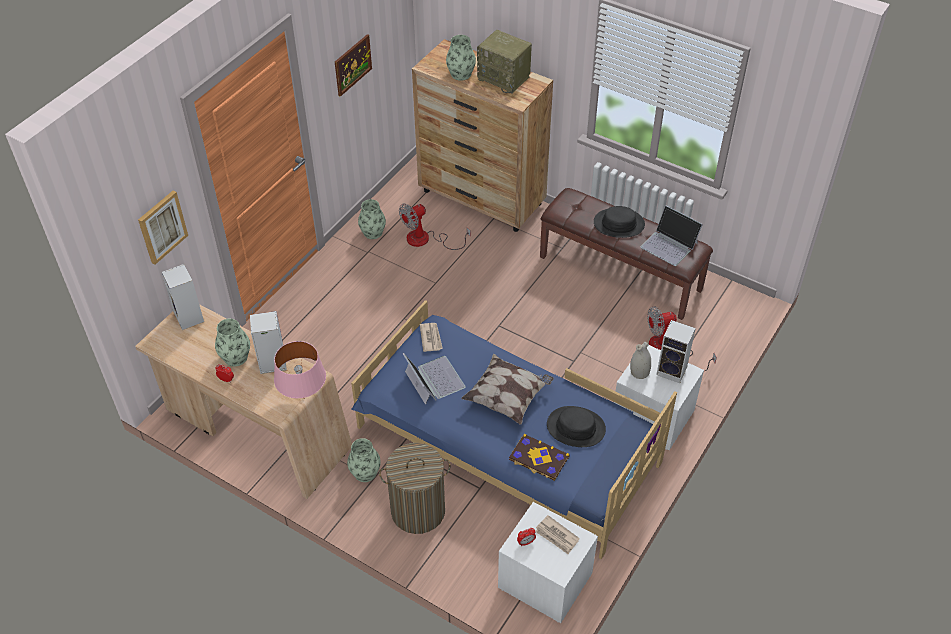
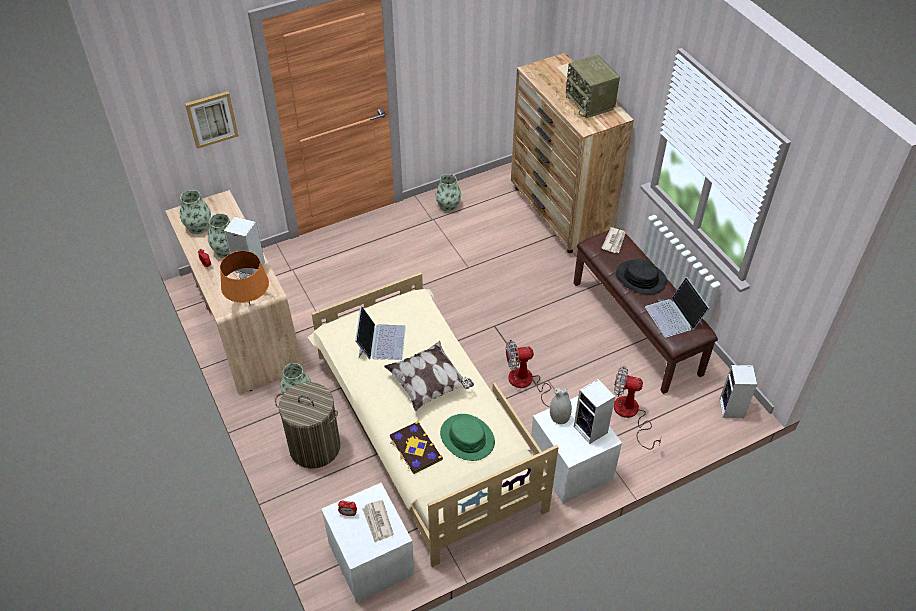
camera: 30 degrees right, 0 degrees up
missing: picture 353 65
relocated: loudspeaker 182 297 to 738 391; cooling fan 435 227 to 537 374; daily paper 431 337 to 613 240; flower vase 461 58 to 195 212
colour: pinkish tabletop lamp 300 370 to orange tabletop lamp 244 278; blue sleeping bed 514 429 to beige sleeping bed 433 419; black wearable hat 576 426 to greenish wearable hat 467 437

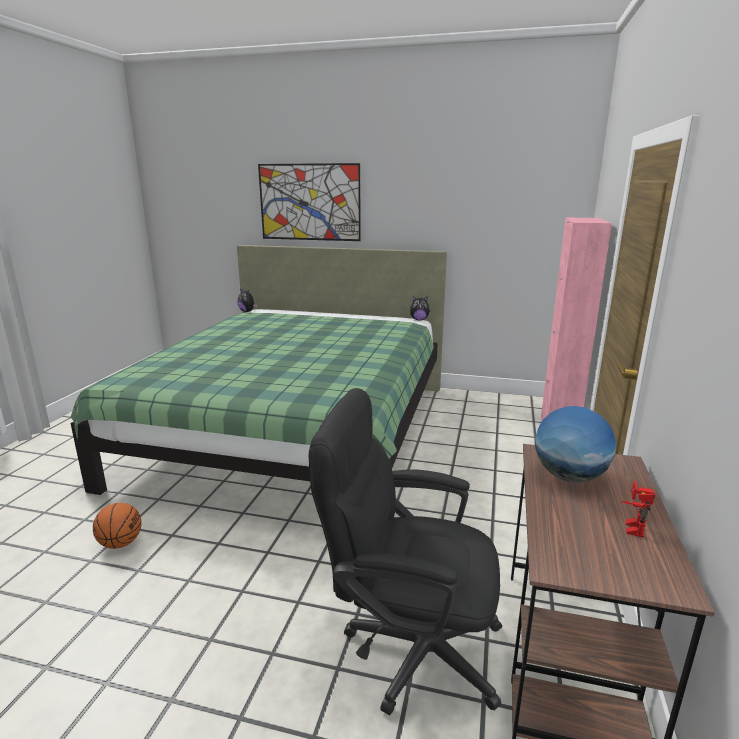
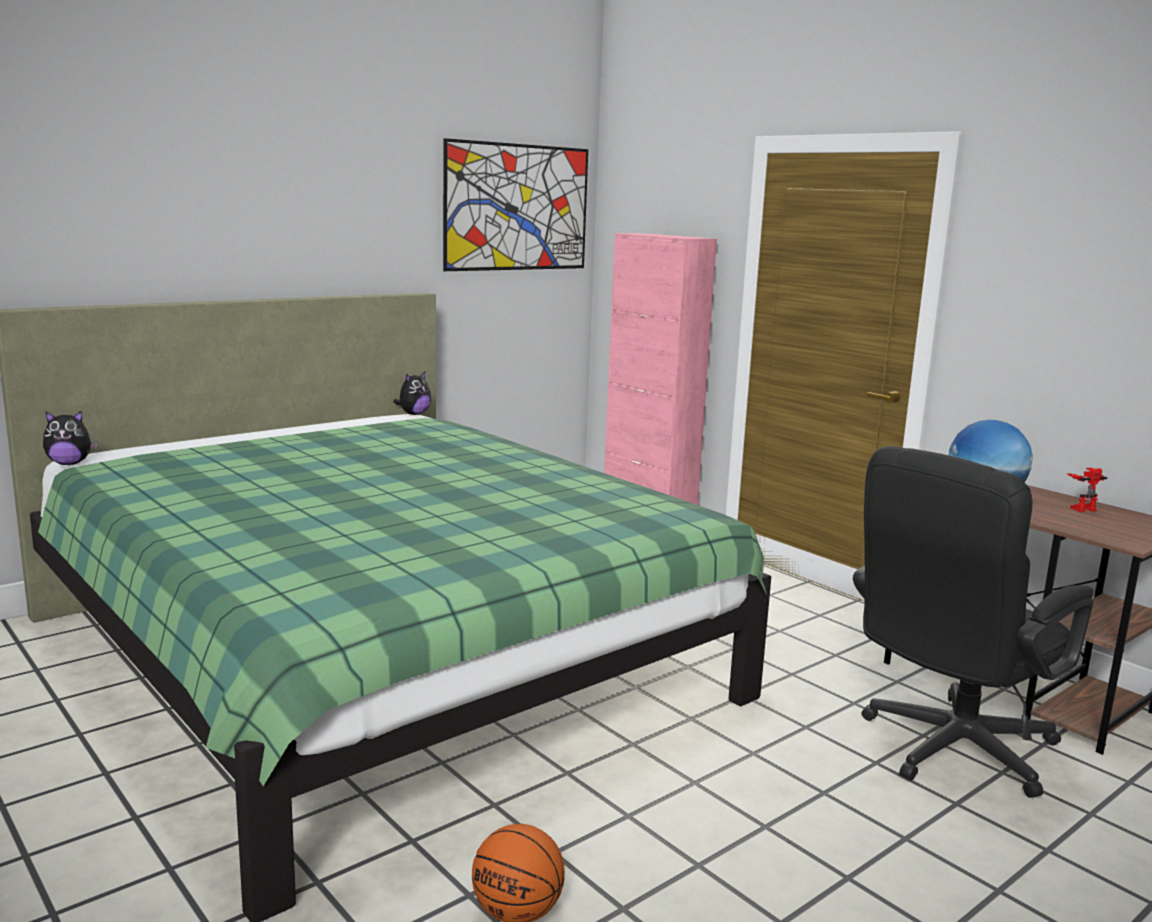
camera: 55 degrees left, 5 degrees down
relocated: picture 309 202 to 515 204
spun: toy robot 638 509 = 1087 490 105 degrees clockwise

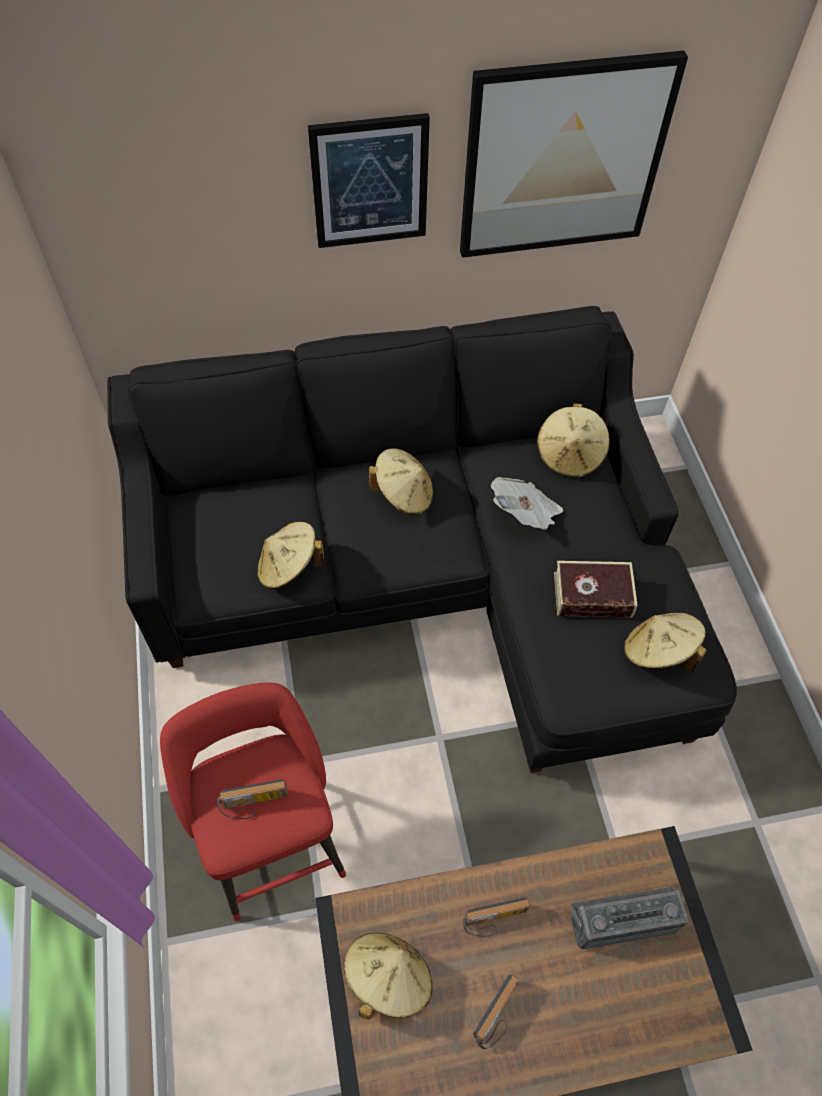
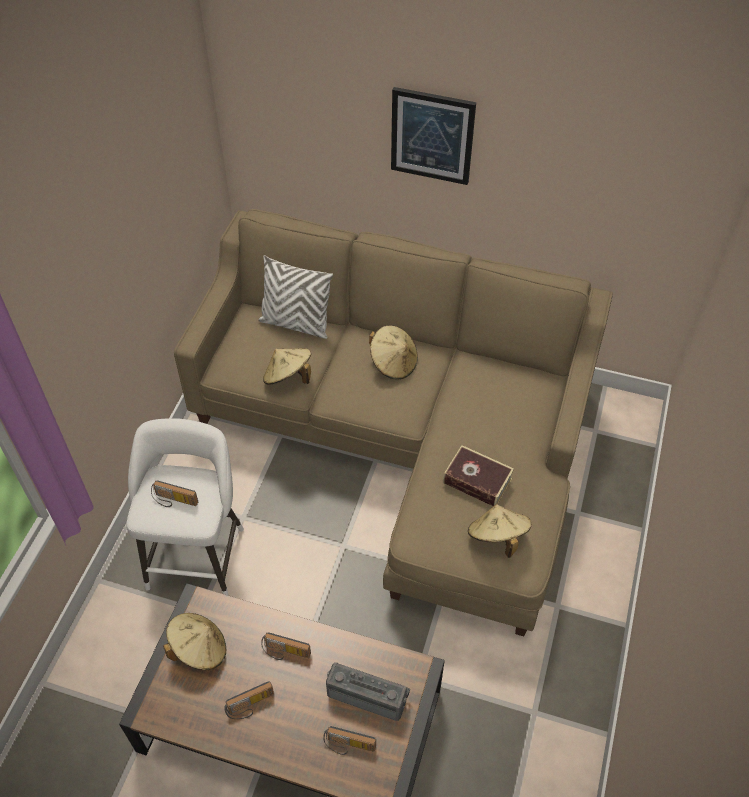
camera: 30 degrees right, 5 degrees down
missing: picture 574 154; daily paper 527 503; beige wearable hat 573 440
appeared: whitish throw pillow 295 297; radio receiver 349 740
colour: black sofa 422 539 to beige sofa 393 422; red-coloured sitting stool 253 802 to whitish sitting stool 185 507

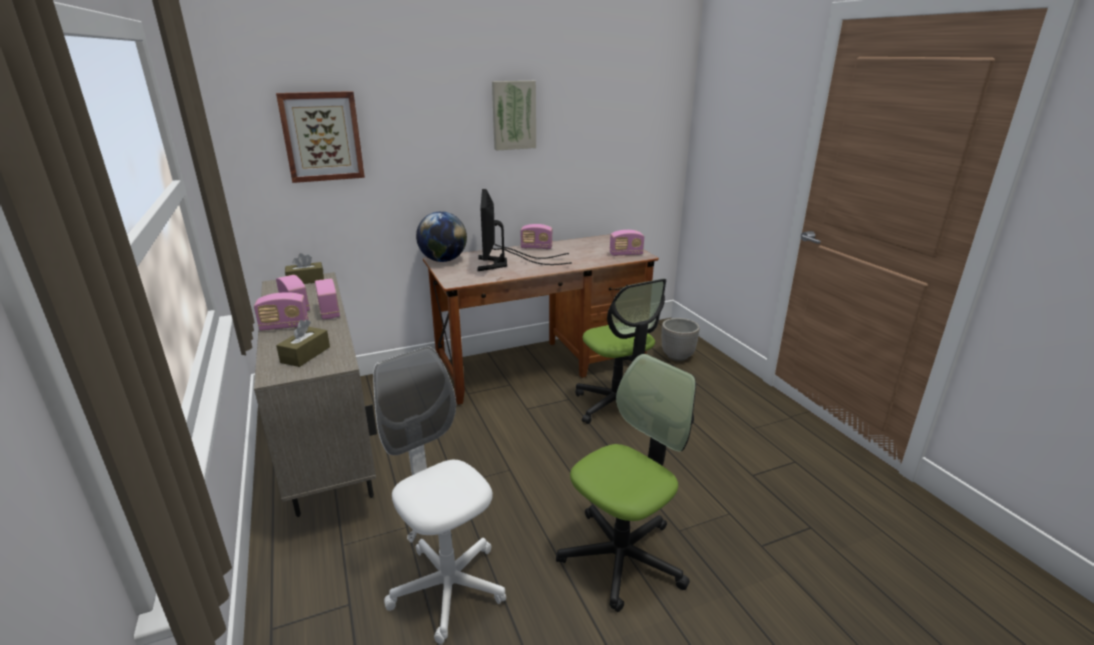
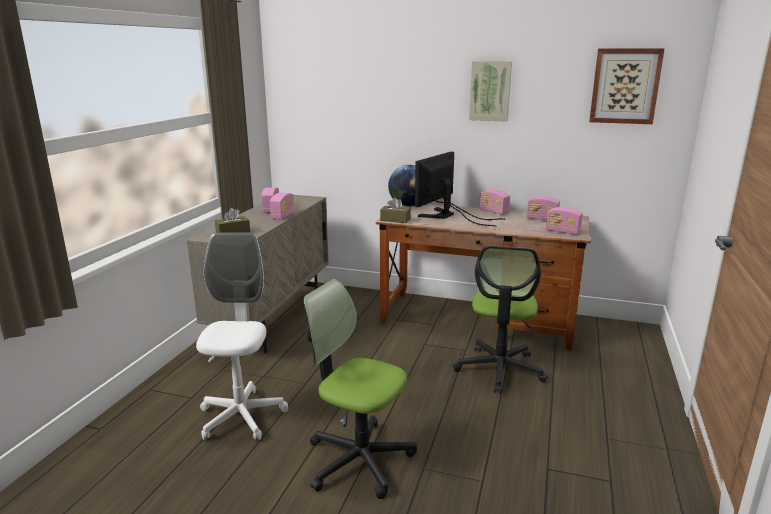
camera: 40 degrees right, 5 degrees down
missing: planter 681 339
relocated: radio receiver 281 311 to 543 208; picture 320 137 to 627 86; brown box of tissues 304 268 to 395 210
spun: office chair 626 483 = 360 389 150 degrees counterclockwise

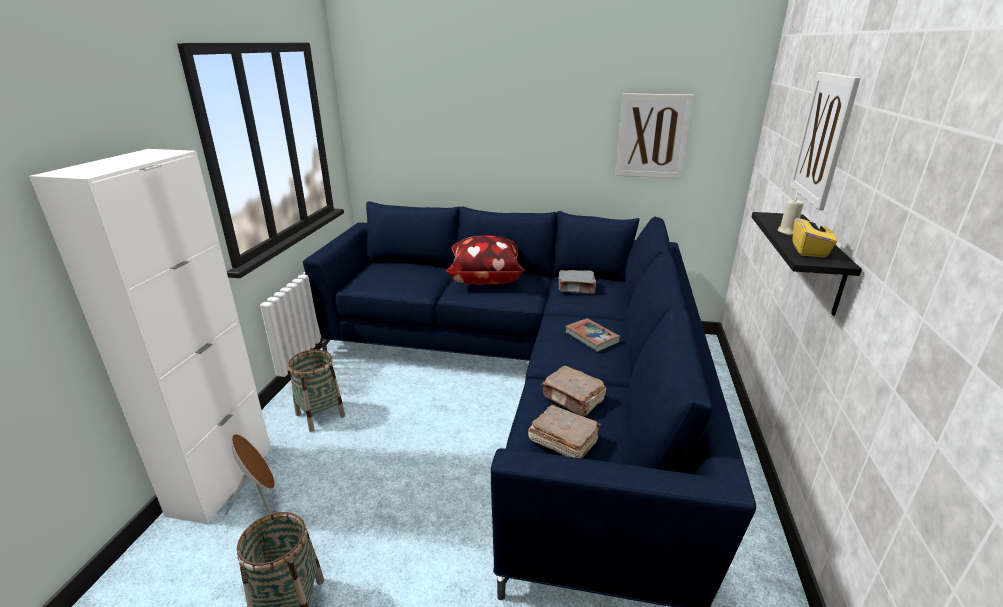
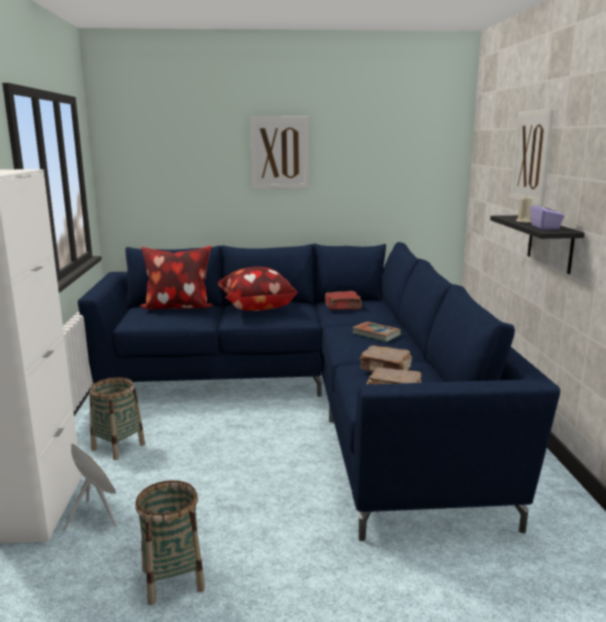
camera: 15 degrees left, 10 degrees down
appeared: throw pillow 176 277
relocated: picture 654 135 to 279 153
colour: greyish bound book 577 282 to red-coloured bound book 343 300; yellowish box of tissues 815 235 to purplish box of tissues 547 214

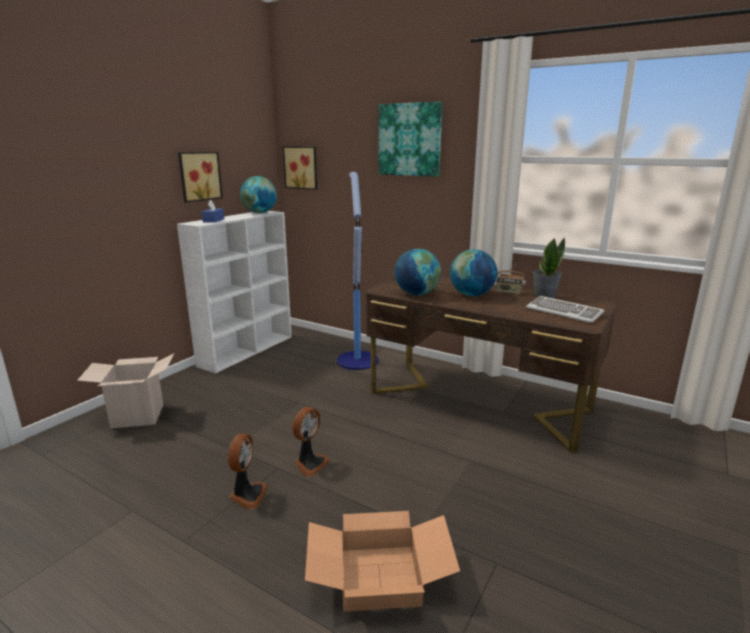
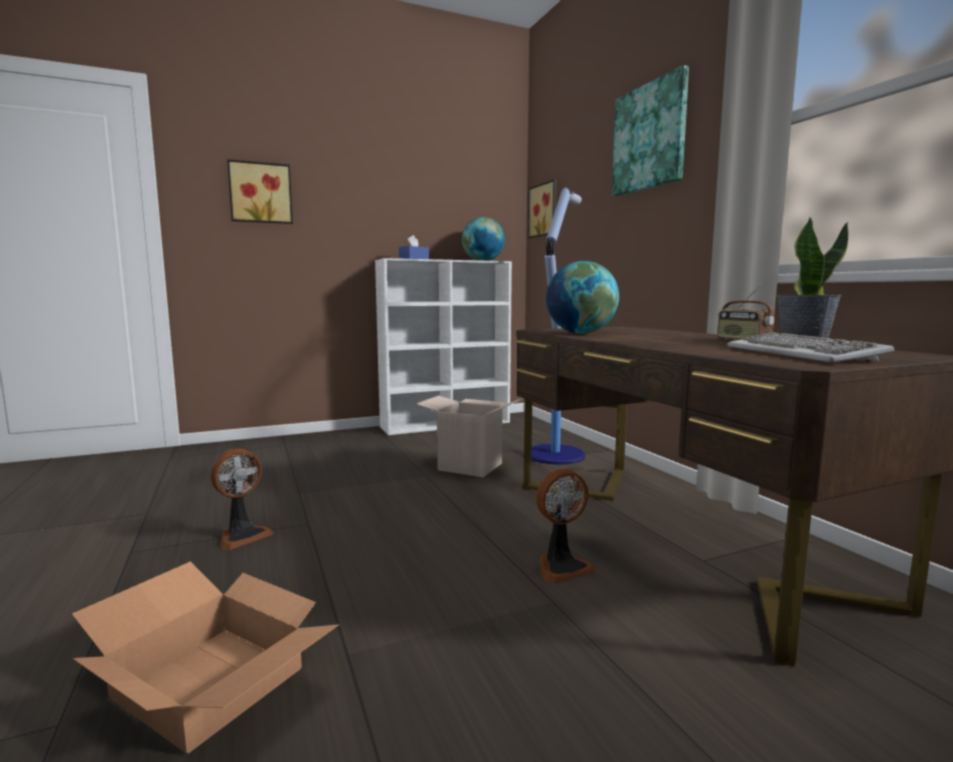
camera: 35 degrees right, 10 degrees down
missing: world globe 474 272
relocated: cardboard box 125 391 to 469 436; picture 200 177 to 260 191; cooling fan 311 441 to 566 526

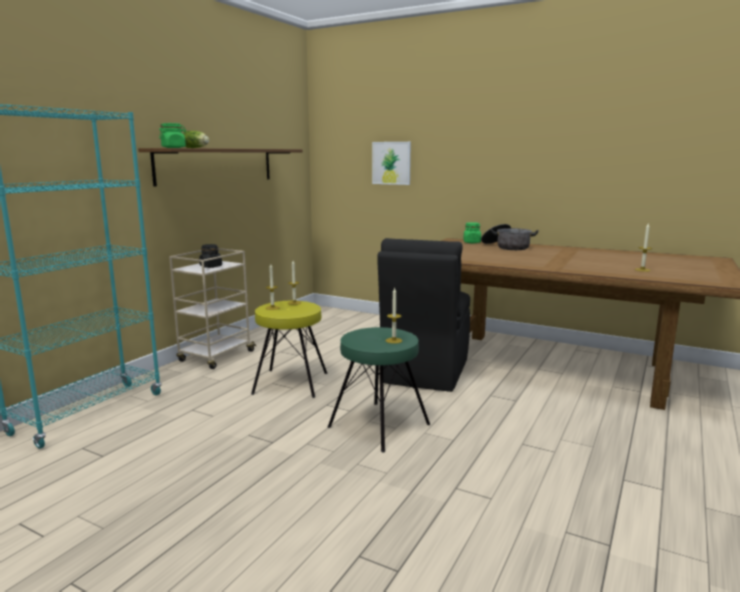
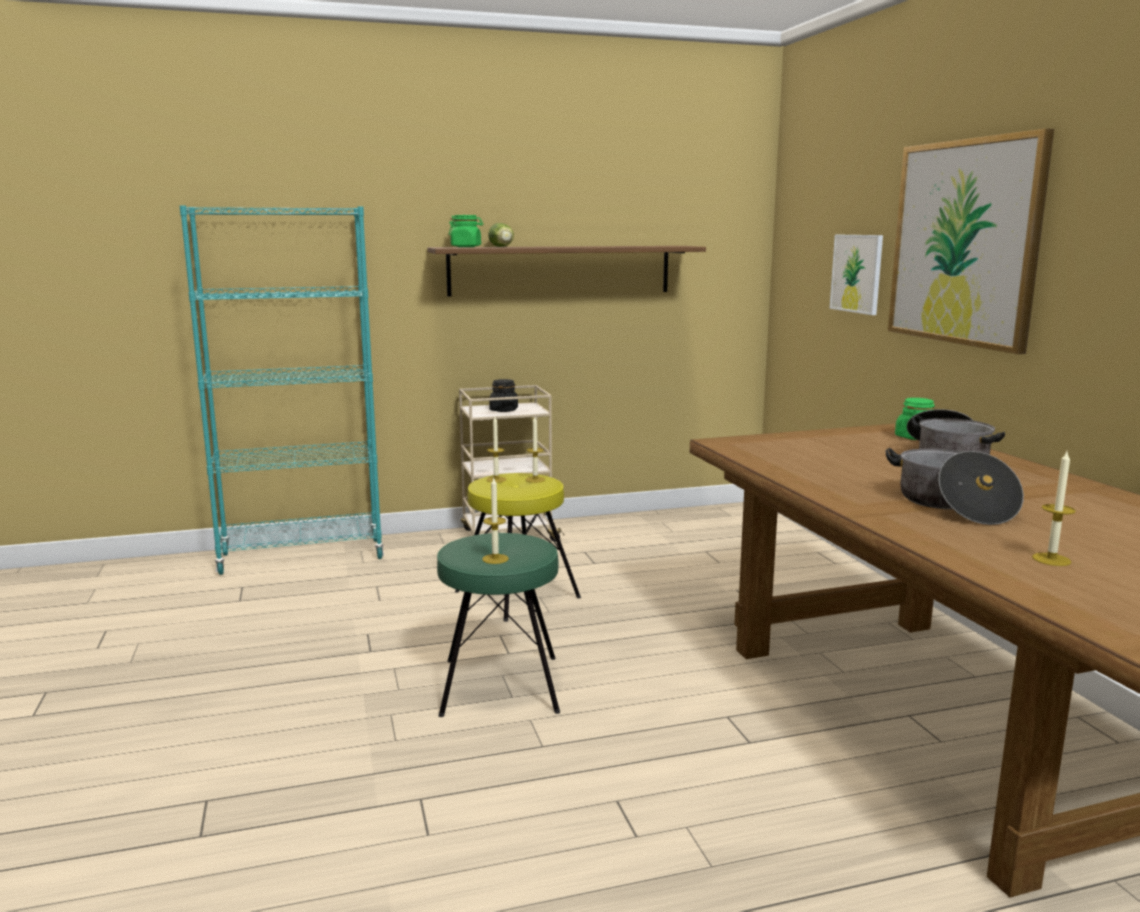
camera: 45 degrees right, 0 degrees up
missing: black plain chair 423 315
appeared: stockpot 954 486; picture 971 241

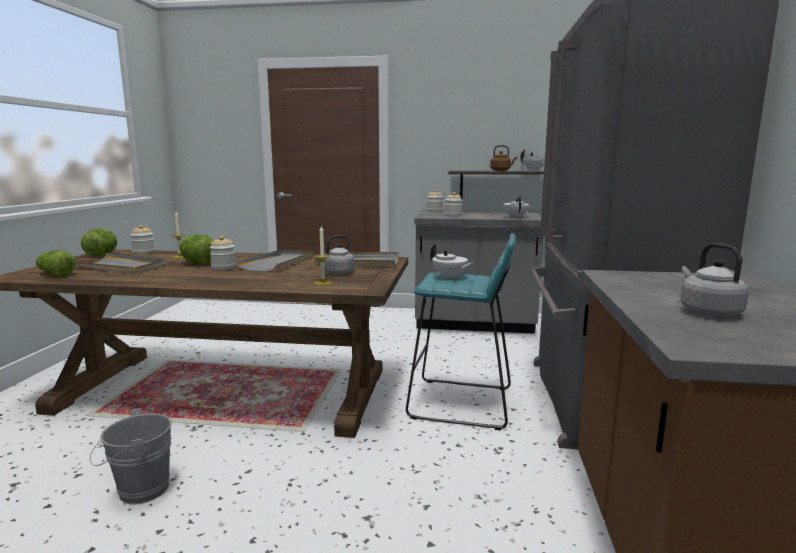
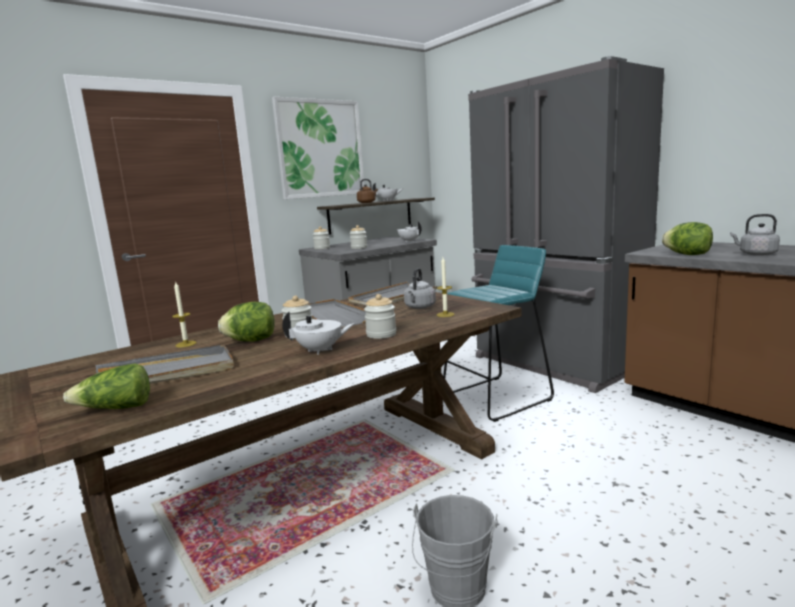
camera: 45 degrees left, 0 degrees up
appeared: picture 318 148
relocated: head of lettuce 99 242 to 687 238; jar 143 239 to 380 316; whitish tea pot 451 261 to 318 333

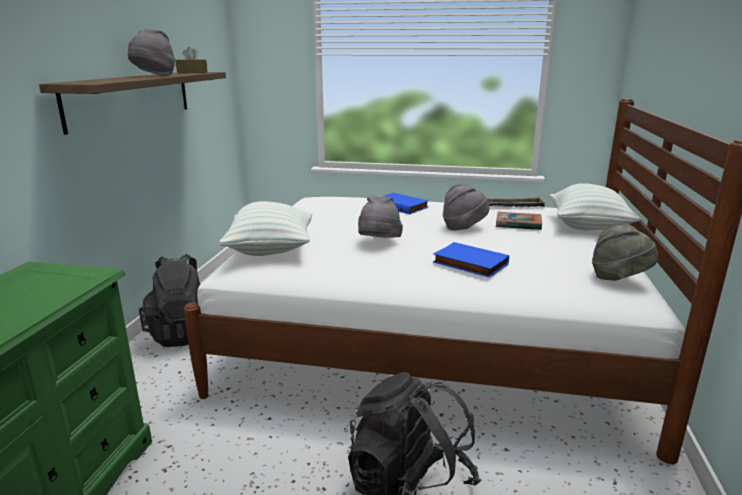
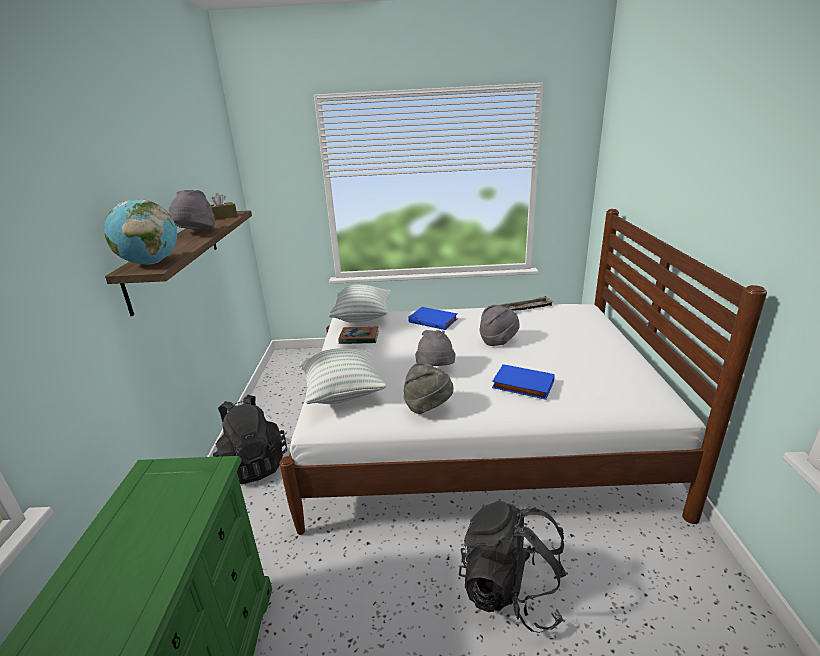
camera: 10 degrees left, 5 degrees up
appeared: world globe 140 232
relocated: bound book 519 221 to 358 335; throw pillow 595 206 to 360 304; greyish wearable hat 625 252 to 429 388

